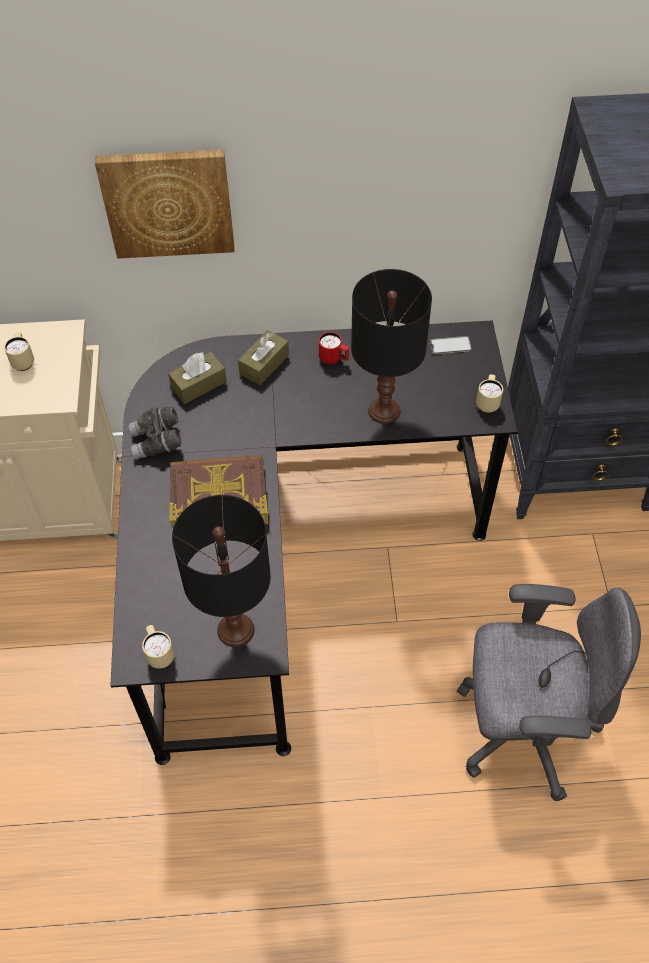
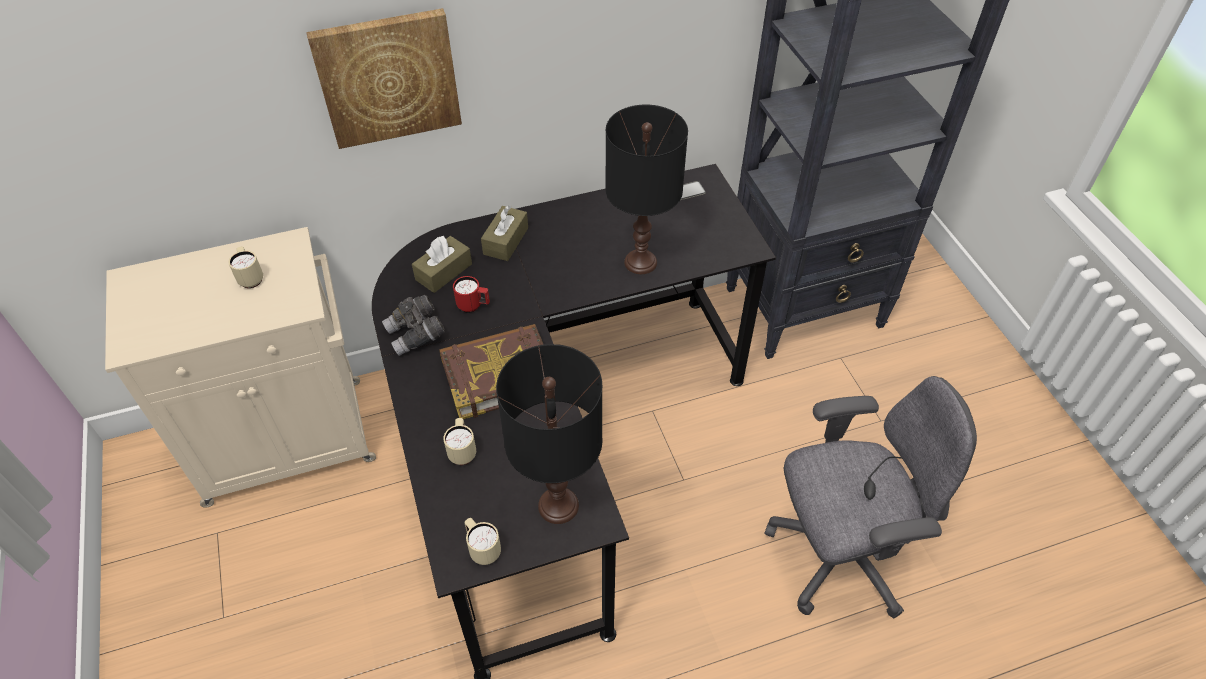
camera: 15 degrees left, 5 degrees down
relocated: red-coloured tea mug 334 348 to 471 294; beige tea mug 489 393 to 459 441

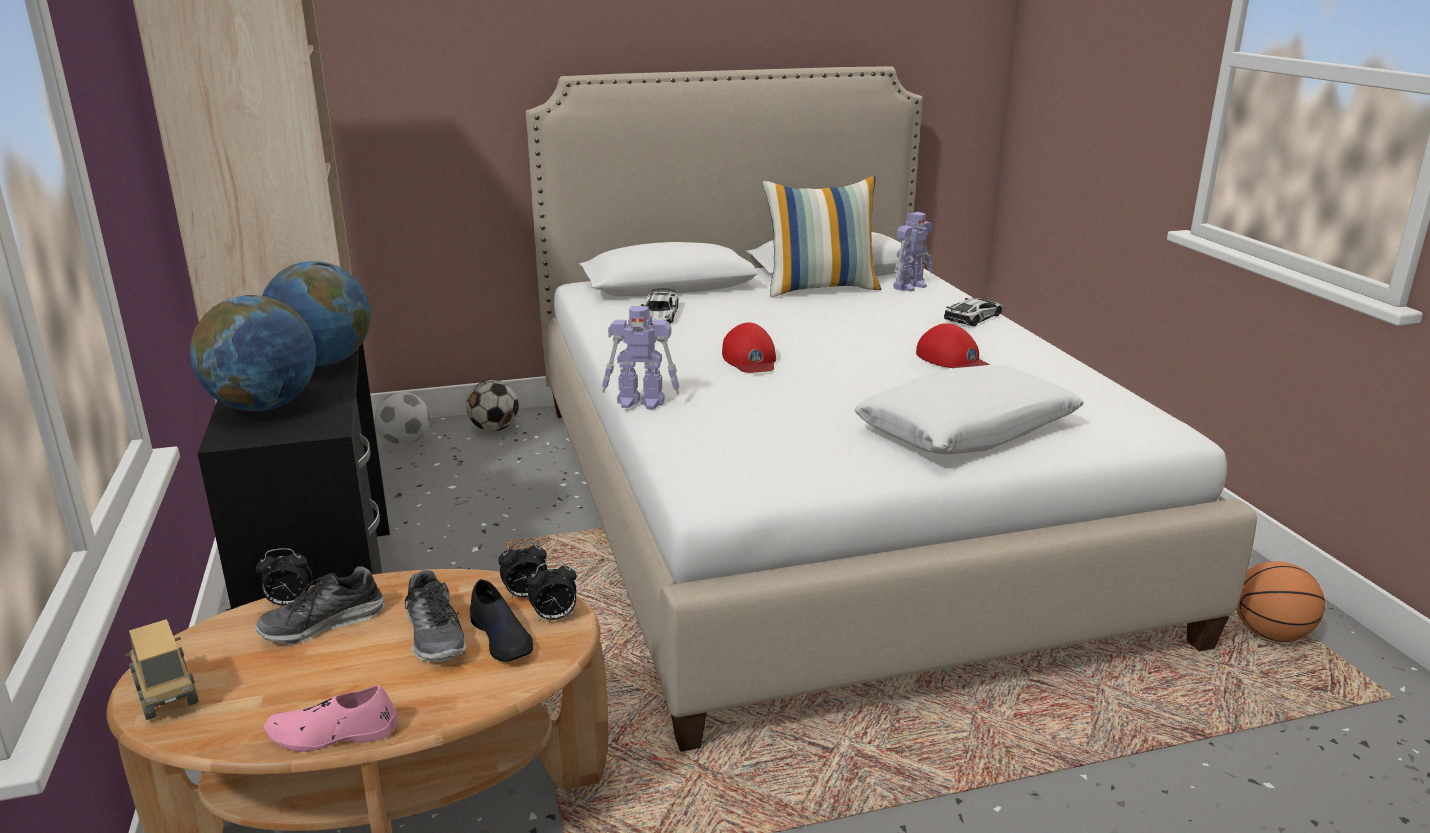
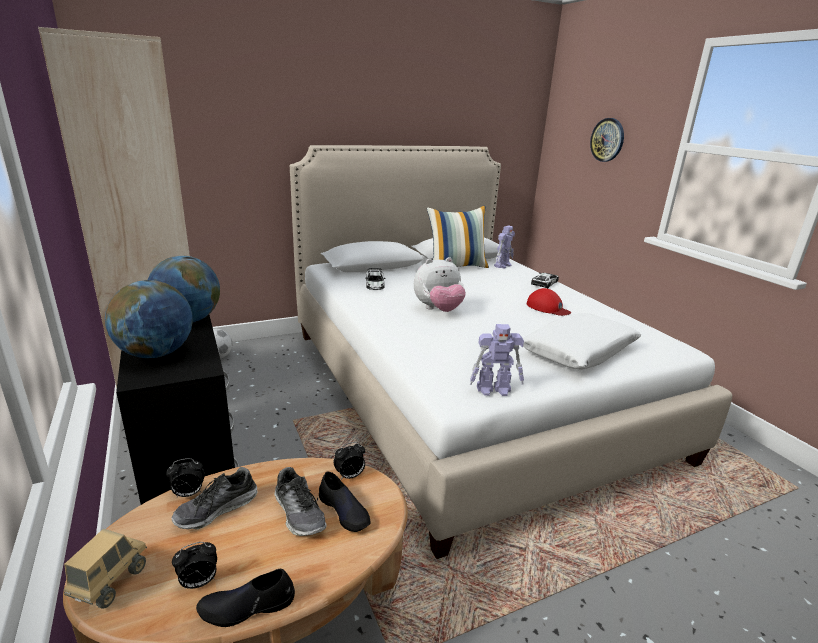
camera: 10 degrees left, 0 degrees up
missing: football ball 492 405; basketball ball 1280 601
appeared: clock on the wall 607 140
relocated: alarm clock 552 591 to 194 565; toy robot 640 358 to 497 360
exchanged: red-coloured baseball cap 749 348 to cuddly toy 440 284
colour: pinkish item of footwear 331 718 to black item of footwear 245 598
spun: model truck 162 669 = 105 569 60 degrees clockwise

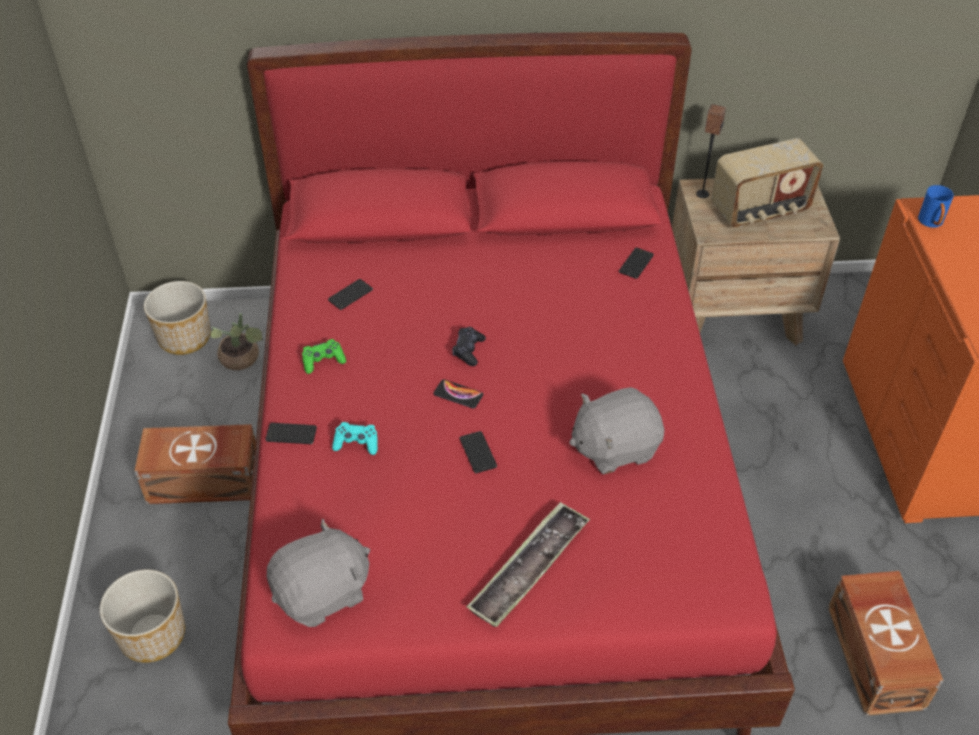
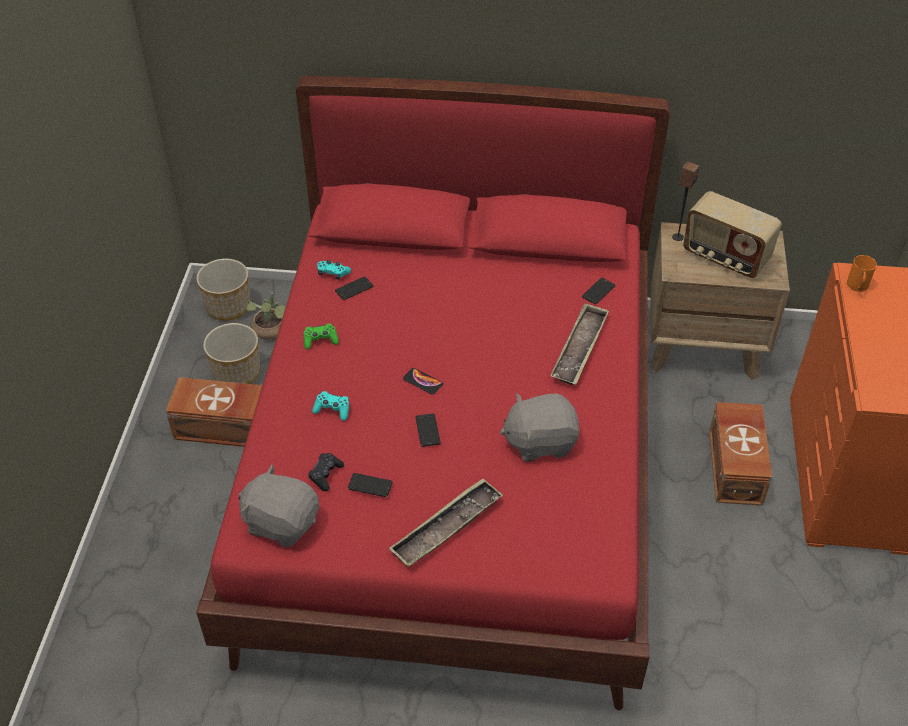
camera: 10 degrees right, 0 degrees up
appeared: turquoise game controller 334 270; serving tray 579 344
relocated: planter 142 616 to 231 353; handset 291 433 to 370 485; black game controller 469 346 to 326 472; brown storage box 885 643 to 740 454
colour: blue tea mug 936 206 to orange tea mug 862 273
spun: greyish cuddly toy 318 572 = 279 505 135 degrees counterclockwise; radio receiver 767 183 = 732 234 45 degrees clockwise

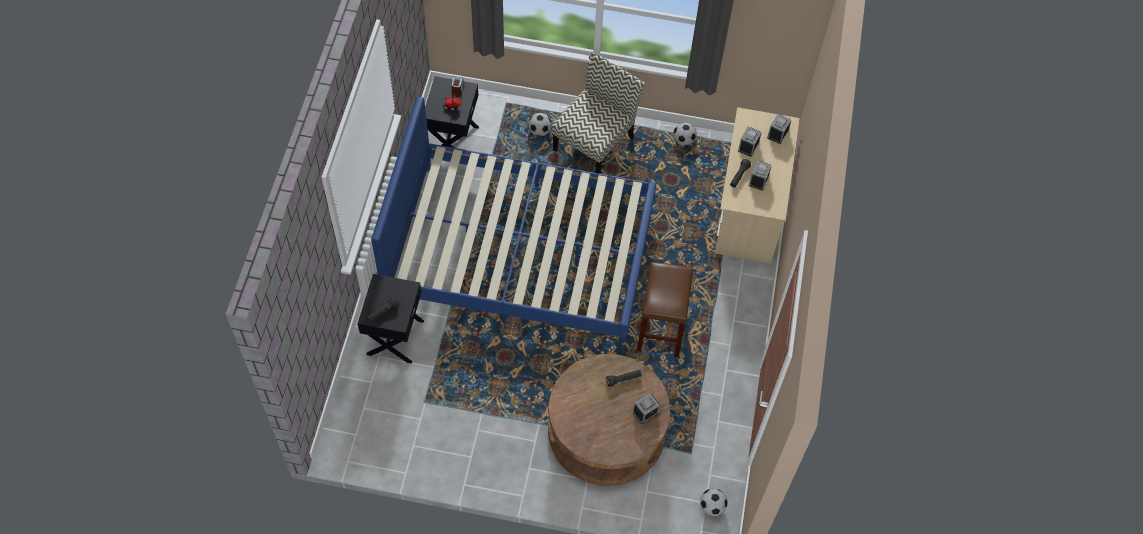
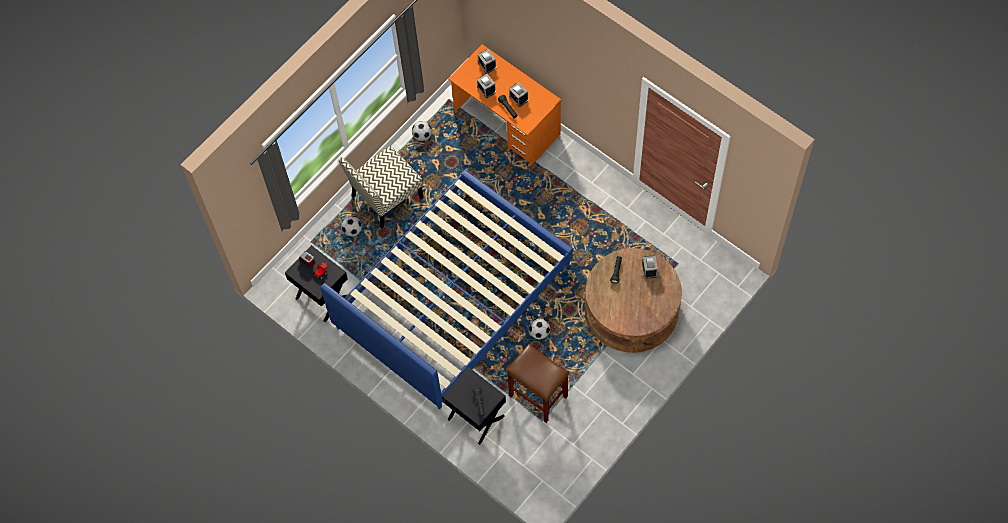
camera: 55 degrees left, 5 degrees up
relocated: brown sitting stool 665 310 to 538 383; football ball 714 502 to 539 328
colour: beige desk unit 757 185 to orange desk unit 505 105
spun: plain chair 598 113 = 381 187 105 degrees counterclockwise

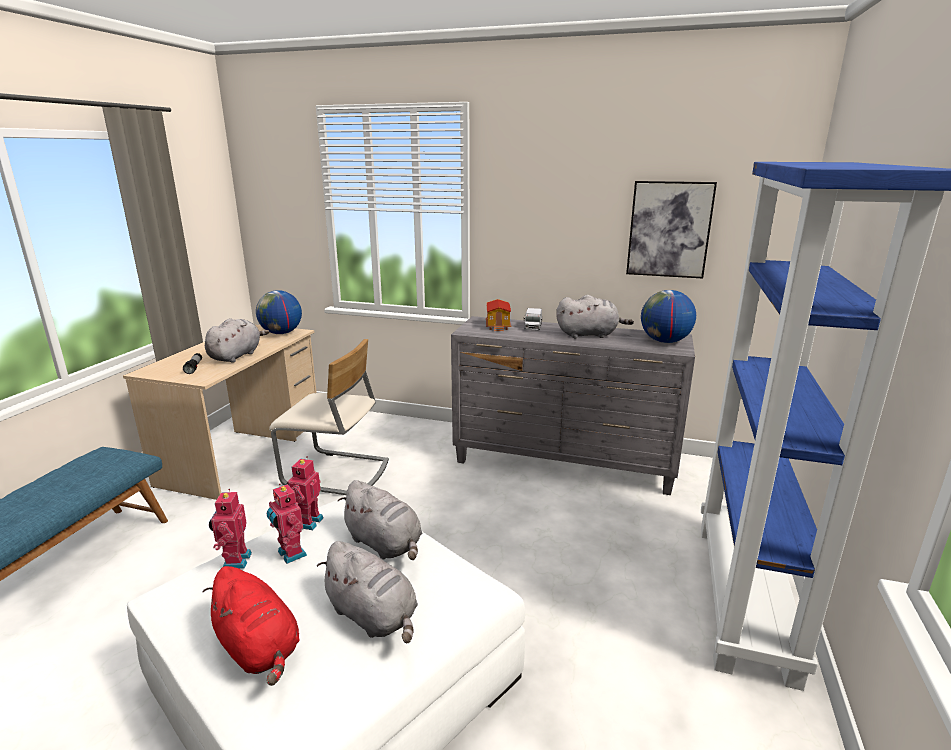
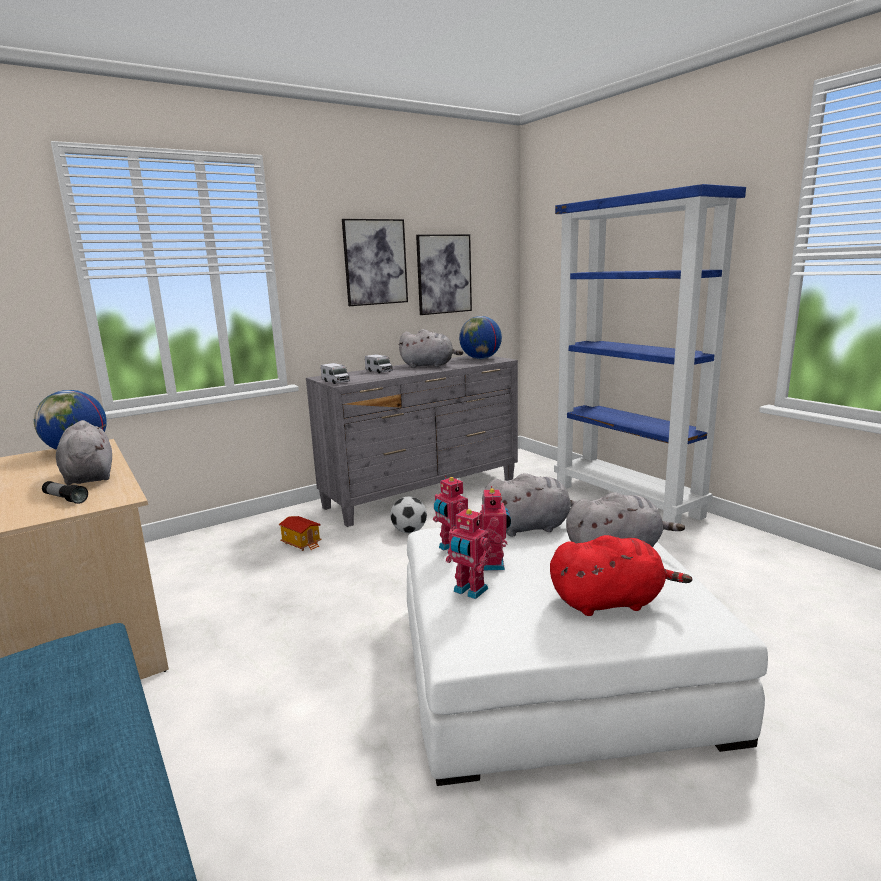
camera: 50 degrees left, 5 degrees down
missing: beige plain chair 329 417
appeared: model truck 335 373; picture 375 262; football ball 408 515
relocated: model house 498 315 to 300 533
spun: toy robot 286 523 = 495 528 90 degrees counterclockwise; greyish cuddly toy 595 316 = 430 348 60 degrees clockwise

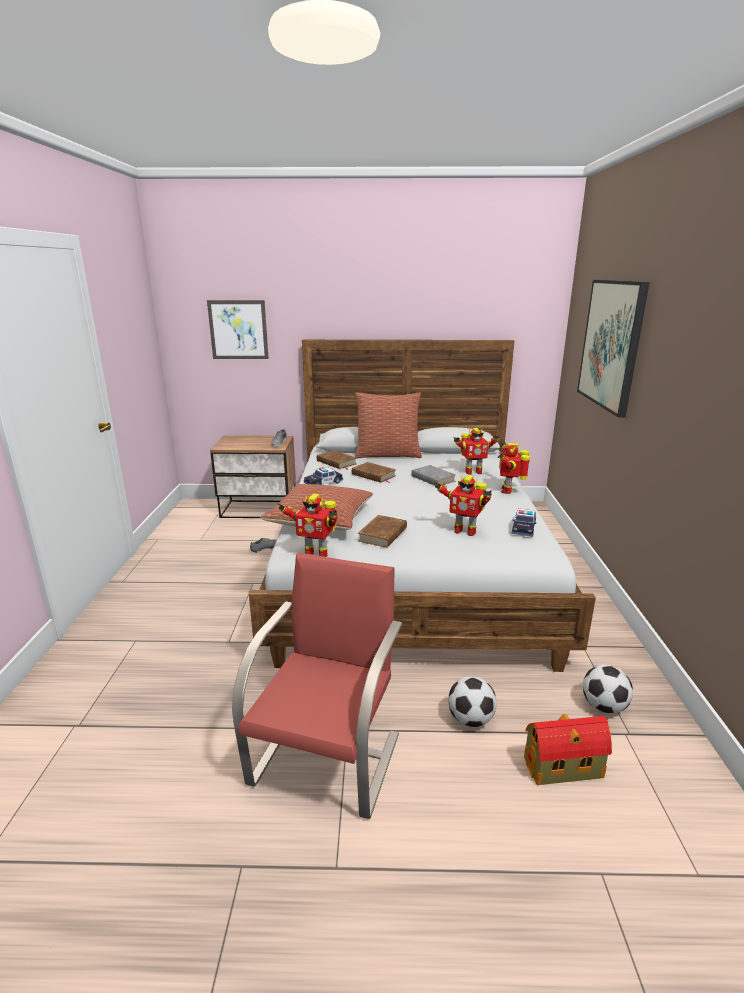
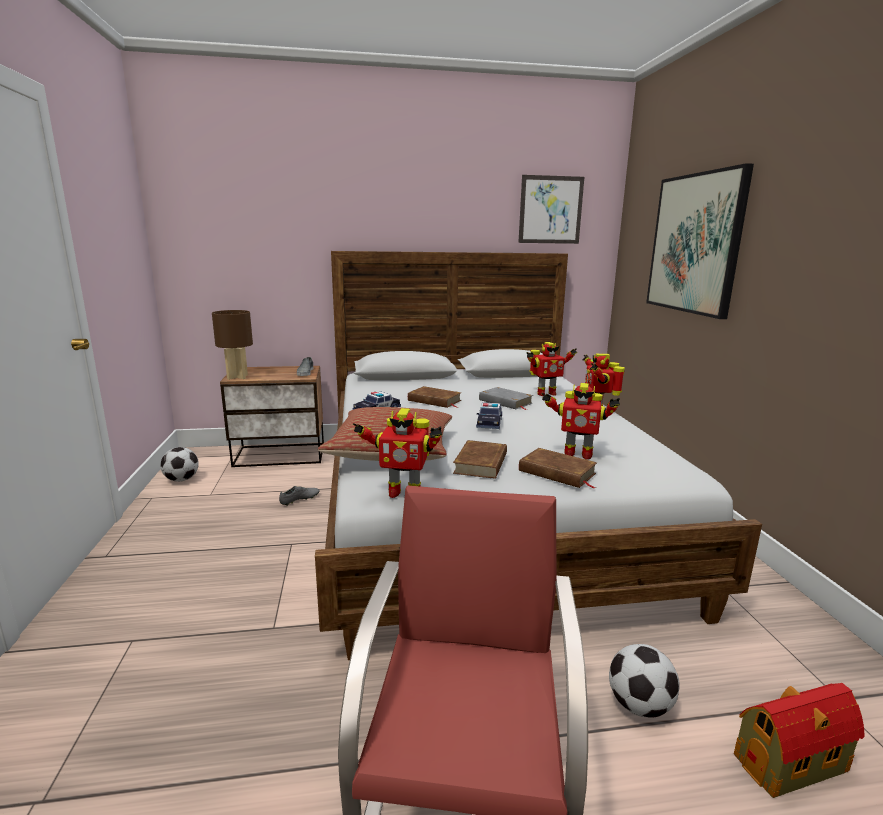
camera: 10 degrees left, 5 degrees down
missing: throw pillow 388 425
appeared: brown tabletop lamp 232 345
relocated: picture 238 329 to 551 209; brown bound book 336 460 to 558 468; model car 523 522 to 489 415; football ball 608 689 to 180 464

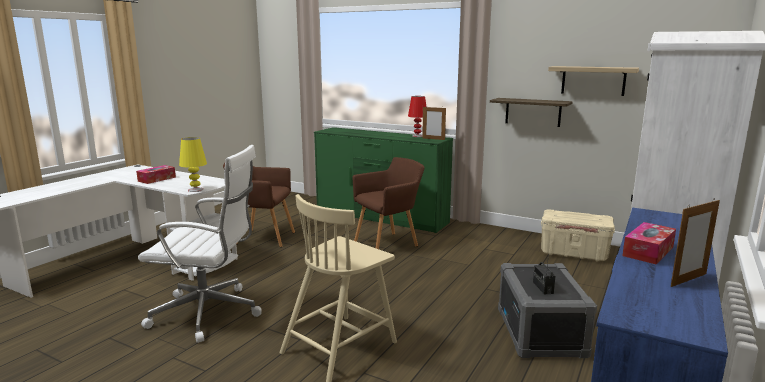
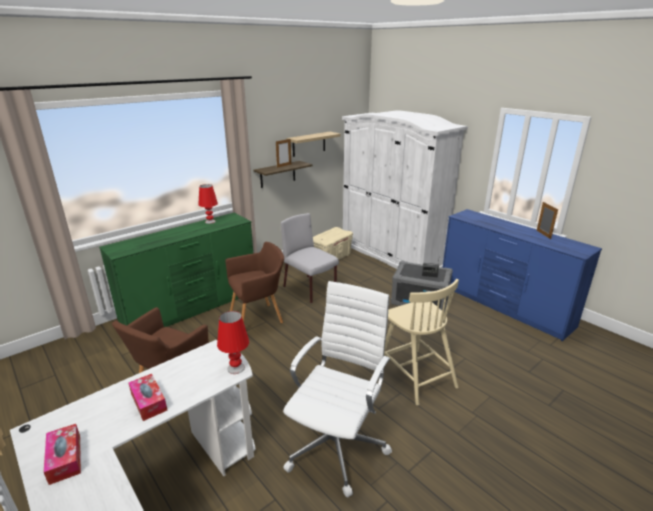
camera: 70 degrees left, 10 degrees up
appeared: greyish plain chair 310 258
relocated: standing frame 434 123 to 283 153; box of tissues 649 243 to 62 454
colour: yellowish tabletop lamp 193 164 to red-coloured tabletop lamp 233 342
spun: brown armchair 389 203 = 254 282 75 degrees clockwise

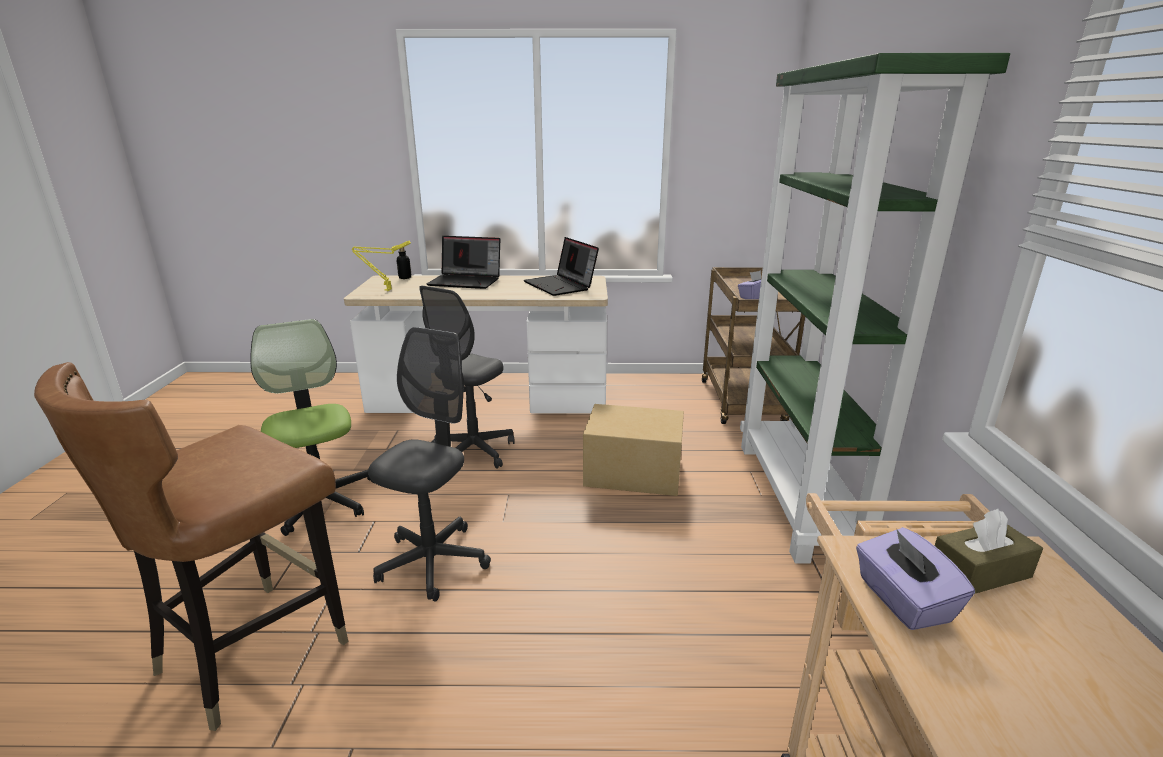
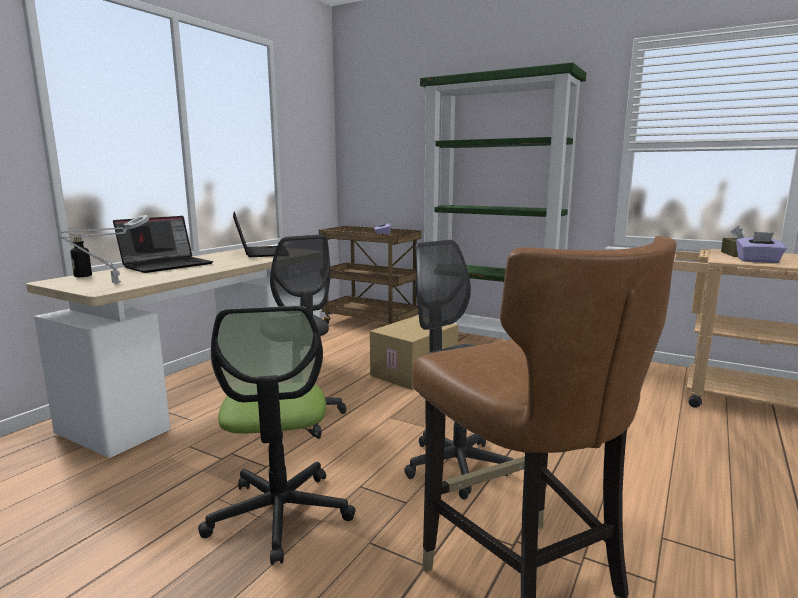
camera: 60 degrees left, 10 degrees down
colour: yellowish tabletop lamp 381 265 to greyish tabletop lamp 104 249
spun: office chair 312 427 = 277 435 105 degrees counterclockwise; notebook computer 561 266 = 255 234 105 degrees counterclockwise

